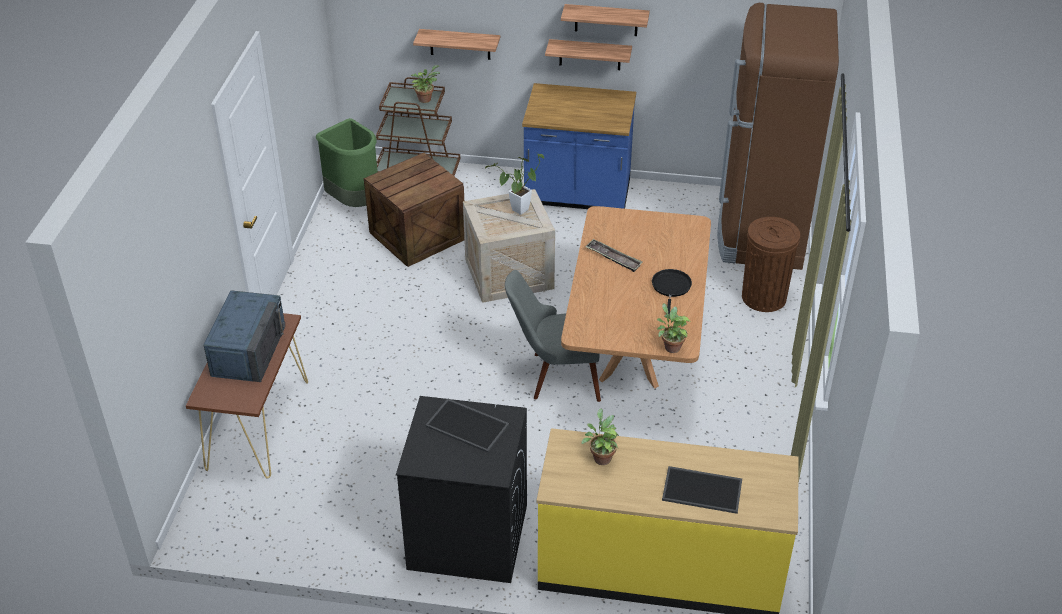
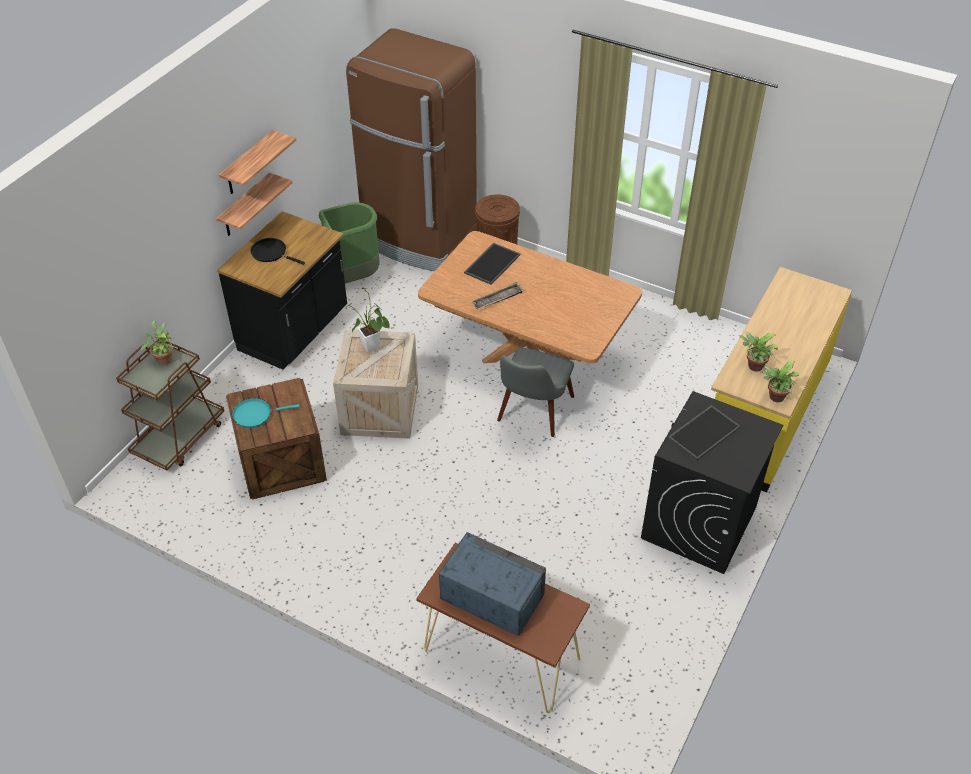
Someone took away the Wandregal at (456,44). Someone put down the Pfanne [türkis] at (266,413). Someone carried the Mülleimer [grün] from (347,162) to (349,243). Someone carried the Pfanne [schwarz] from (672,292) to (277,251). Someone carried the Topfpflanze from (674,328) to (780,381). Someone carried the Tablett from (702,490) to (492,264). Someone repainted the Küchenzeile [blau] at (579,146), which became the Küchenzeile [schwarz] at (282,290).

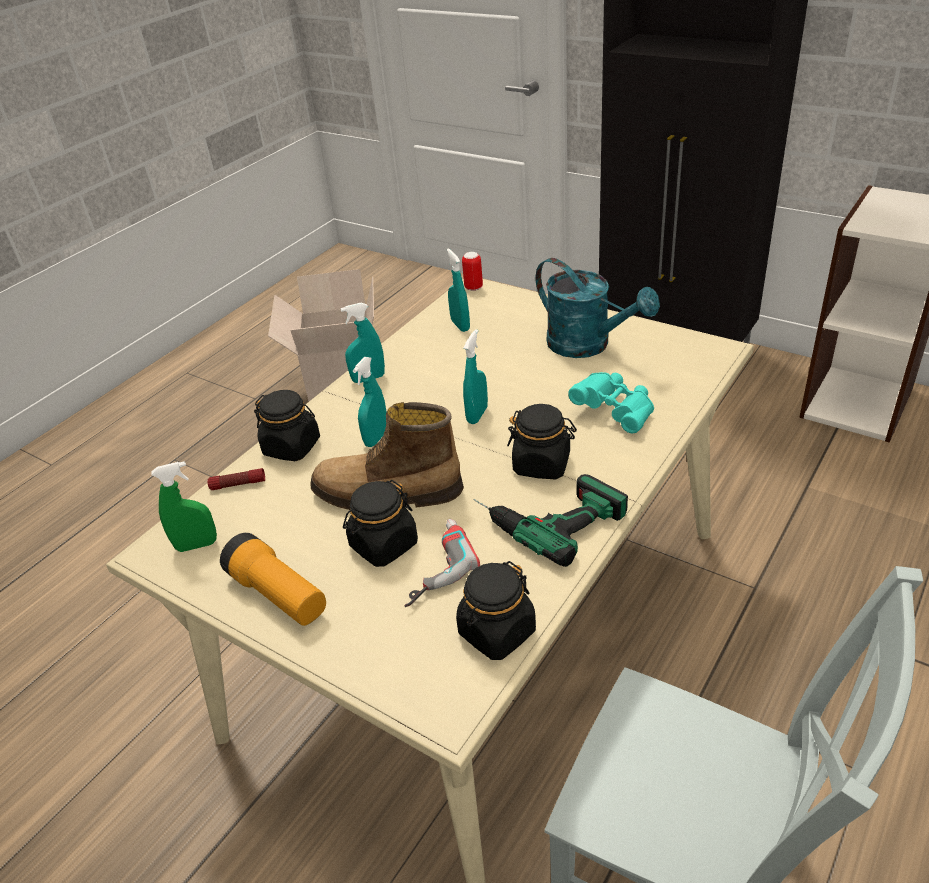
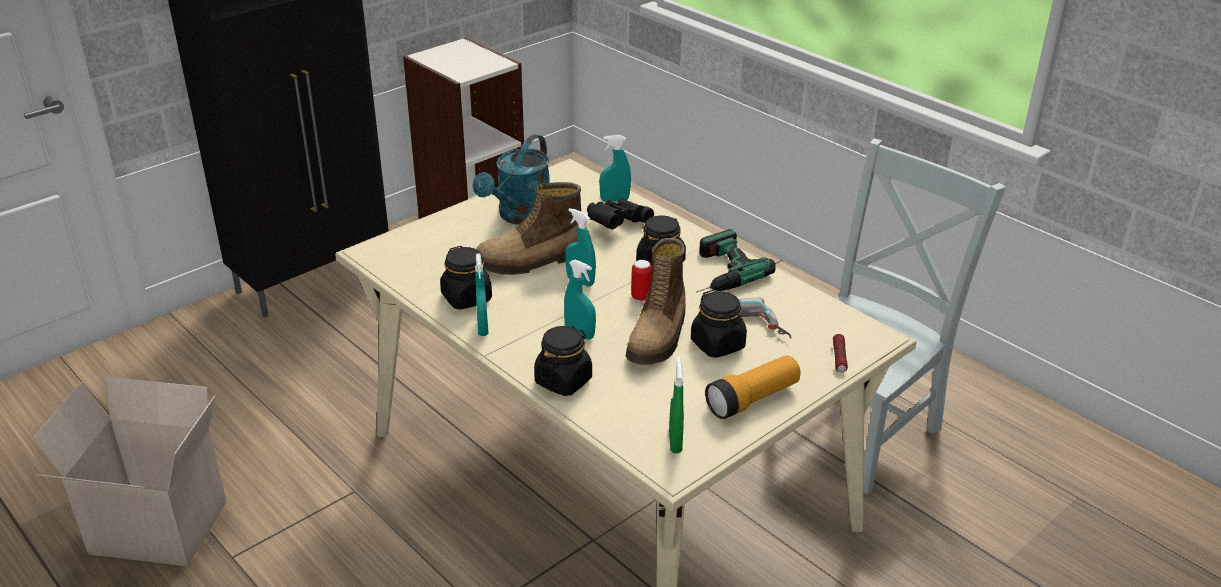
Someone put down the Stiefel at (528,228). Someone carried the Taschenlampe from (236,479) to (840,353). Someone carried the Sprühflasche [türkis] from (458,290) to (615,168). Someone carried the Vorratsglas [schwarz] from (496,610) to (466,278). Someone carried the Dose from (472,271) to (641,280). Someone repainted the Fernglas [türkis] at (611,402), which became the Fernglas [schwarz] at (620,213). Someone rotated the Gießkanne [türkis] at (598,308) by 150 degrees clockwise.

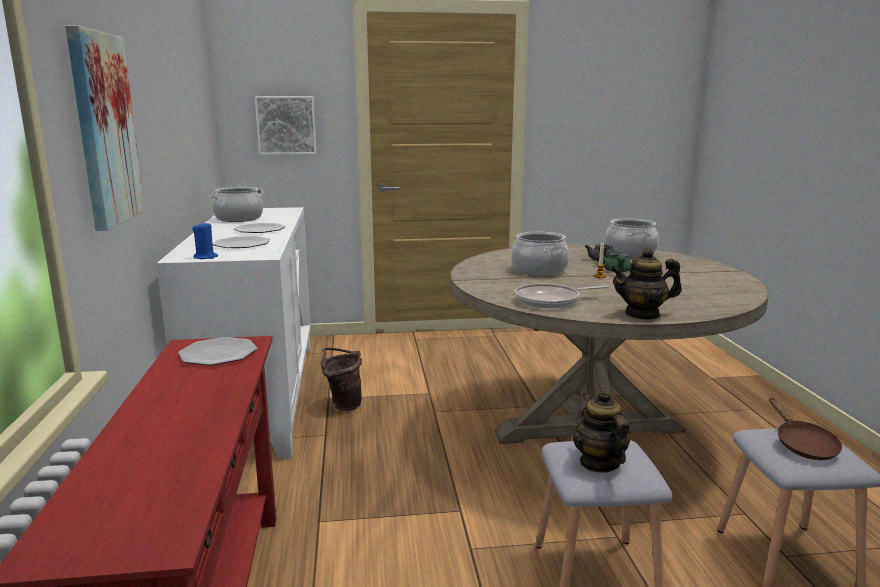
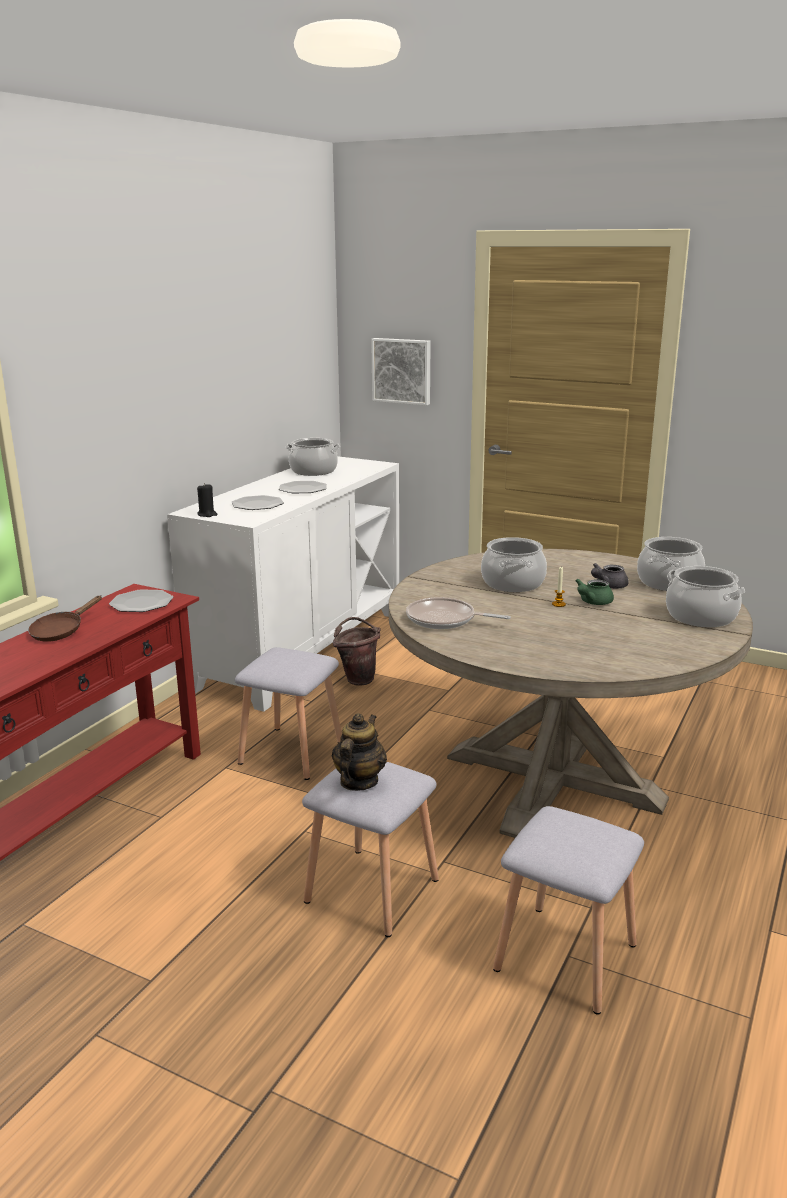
Someone took away the Bild at (105,128). Someone took away the Teekanne at (646,284). Someone put down the Hocker [grau] at (288,713). Someone put down the Kochtopf at (705,596). Someone carried the Pfanne [braun] from (805,428) to (65,619). Someone repainted the Kerze [blau] at (205,241), which became the Kerze [schwarz] at (207,500).

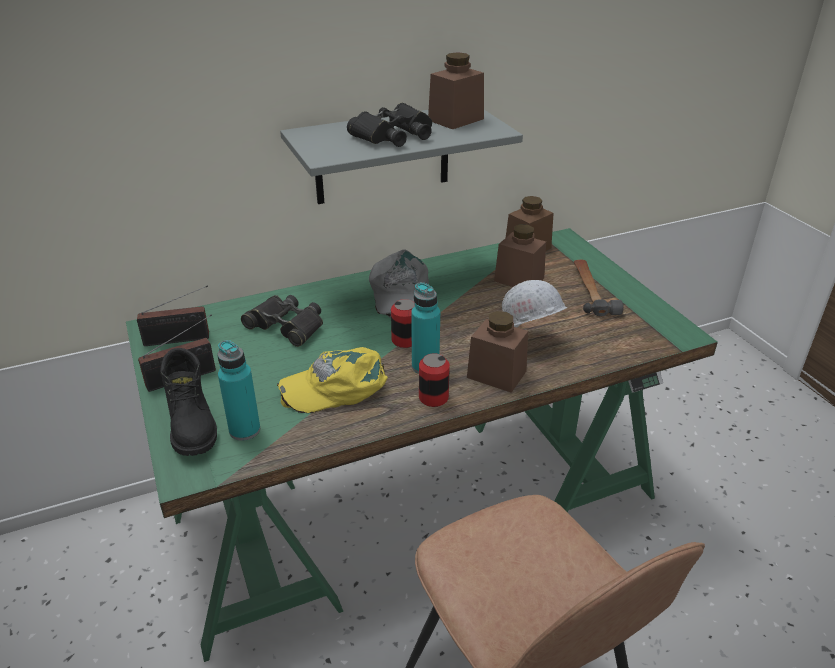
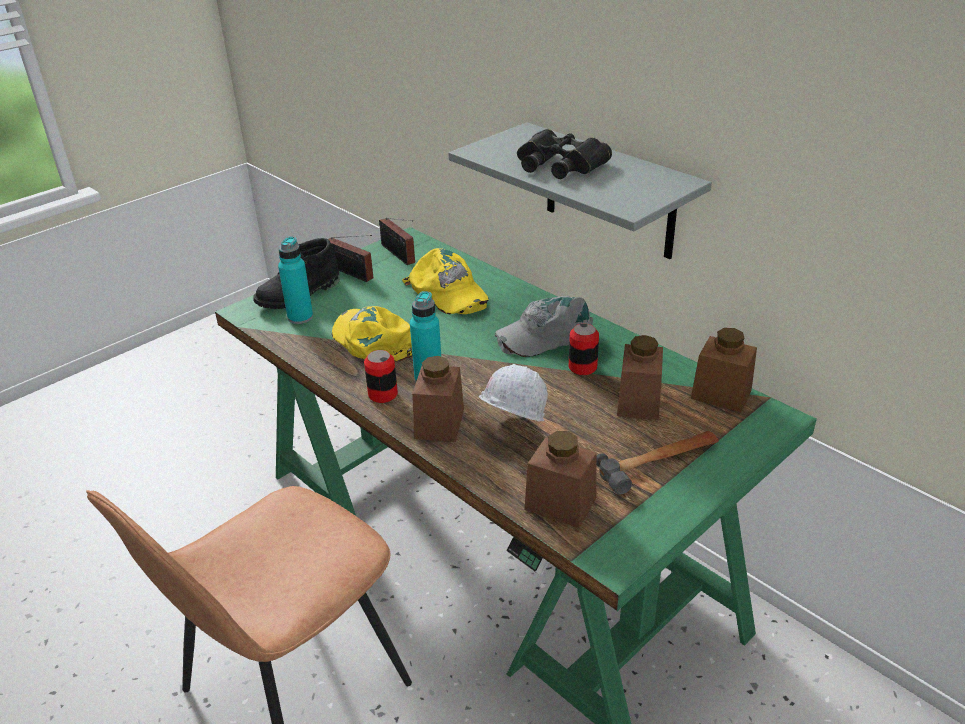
Someone carried the Dose from (403,323) to (584,349). Someone carried the Vorratsglas [braun] from (456,90) to (560,479). Someone swapped the Fernglas [schwarz] at (282,321) for the Kappe [gelb] at (445,281).

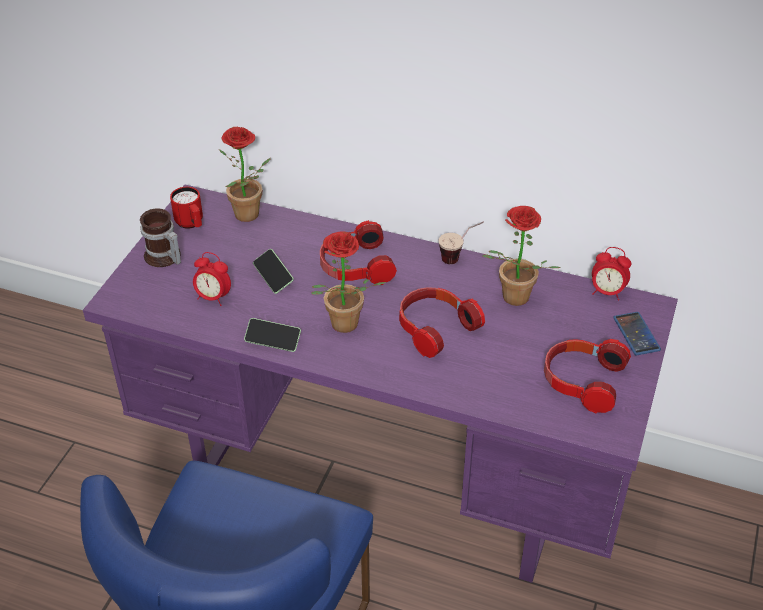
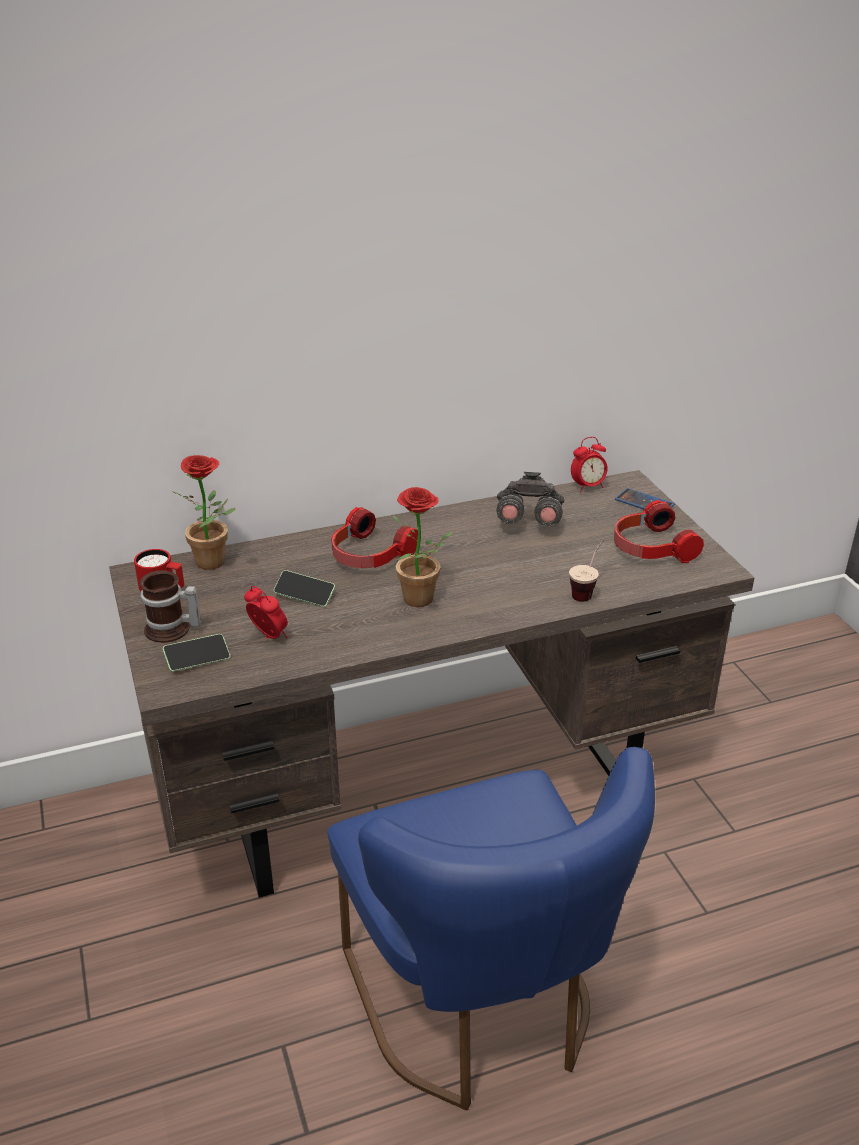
Someone took away the Kopfhörer at (442,322). Someone carried the Handy from (272,335) to (197,653). Someone carried the Tasse from (461,243) to (587,570). Someone swapped the Topfpflanze at (521,256) for the Fernglas [grau] at (530,499). Someone repainted the Schreibtisch [lila] at (380,384), which became the Schreibtisch [braun] at (432,683). Someone rotated the Wecker at (212,279) by 120 degrees counterclockwise.

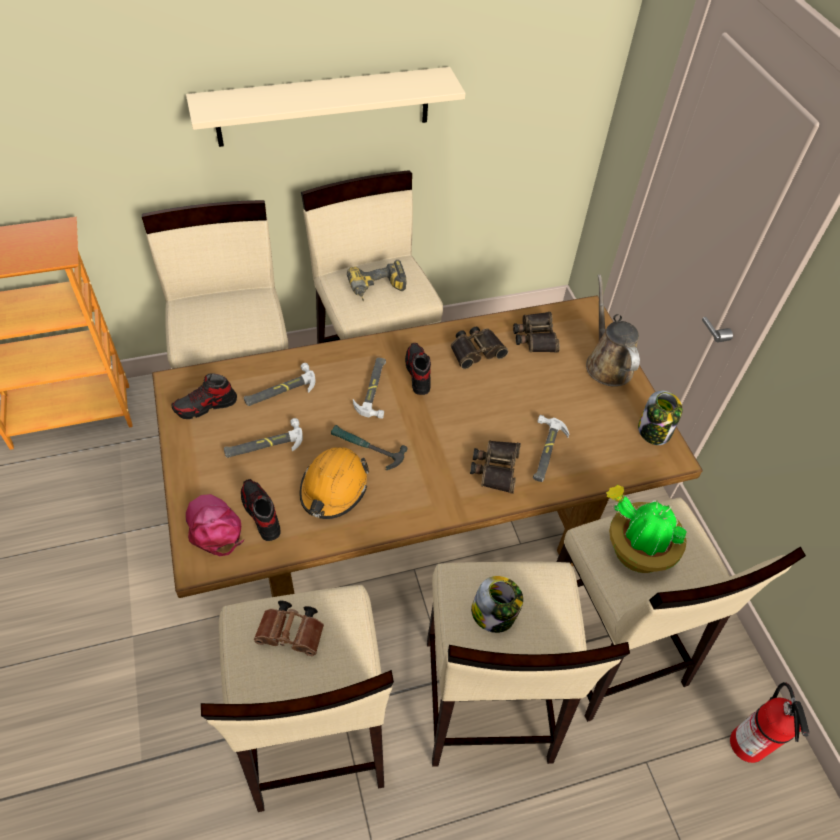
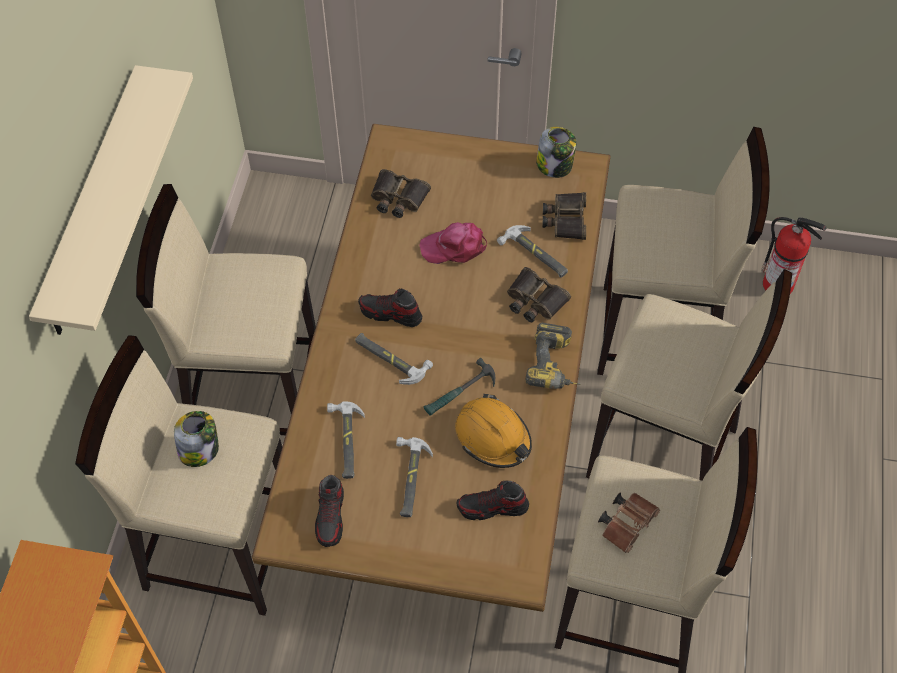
Someone took away the Gießkanne [braun] at (613,330). Someone took away the Topfpflanze at (648,529). Someone carried the Kappe [rosa] from (215,525) to (453,243). Someone carried the Bohrmaschine from (377,280) to (553,356). Someone carried the Fernglas from (479,348) to (564,216). Someone carried the Vorratsglas from (497,604) to (196,439).

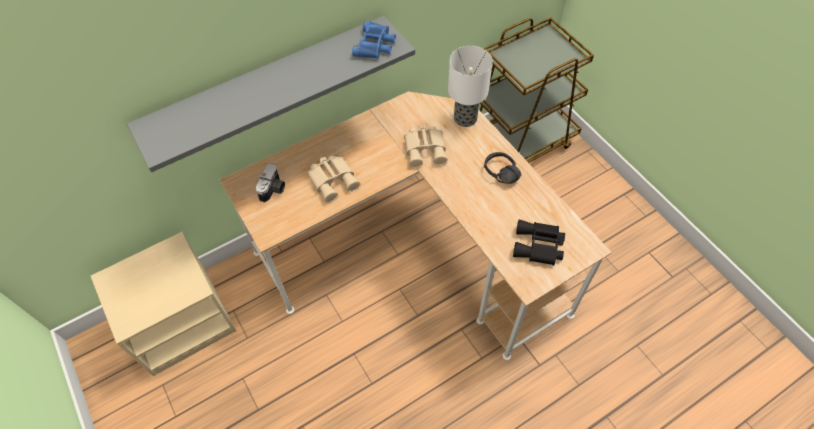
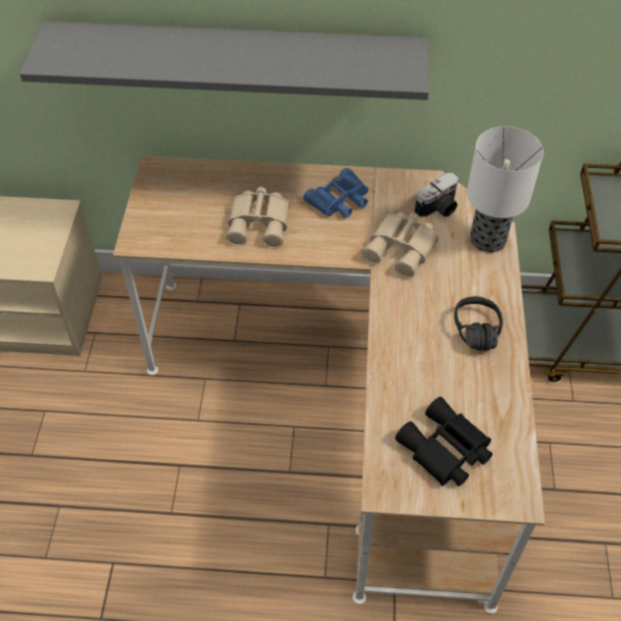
Someone carried the Kamera from (270,182) to (436,195). Someone carried the Fernglas [blau] from (374,39) to (336,193).

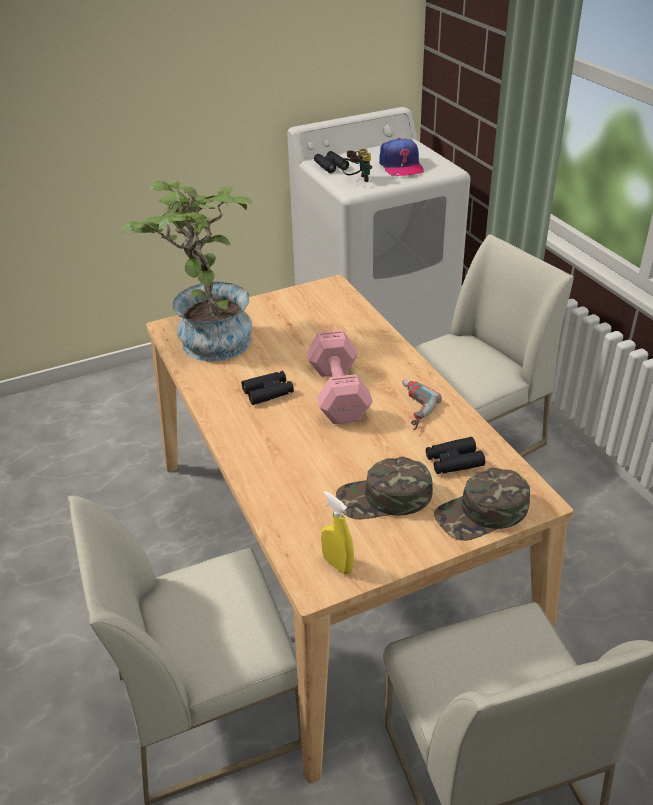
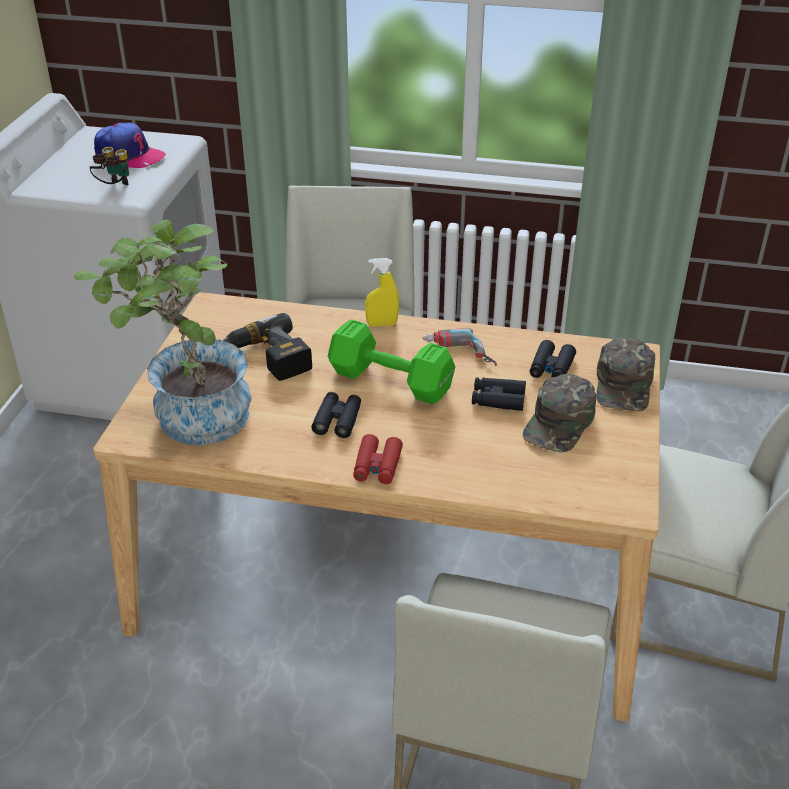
Someone put down the Bohrmaschine at (267,347). Someone put down the Fernglas [rot] at (378,459). Someone carried the Fernglas [schwarz] from (331,162) to (499,394). Someone carried the Sprühflasche [gelb] from (337,532) to (382,292). Someone repainted the Hantel [rosa] at (339,377), which became the Hantel [grün] at (391,361).

